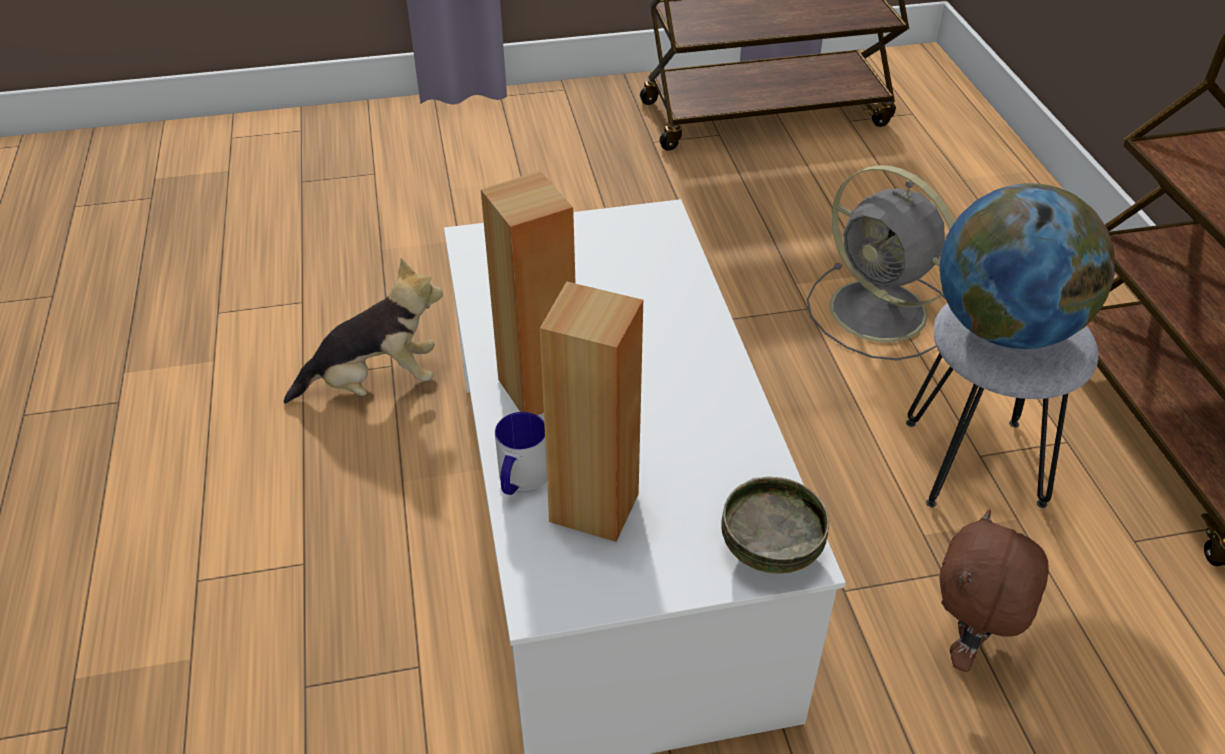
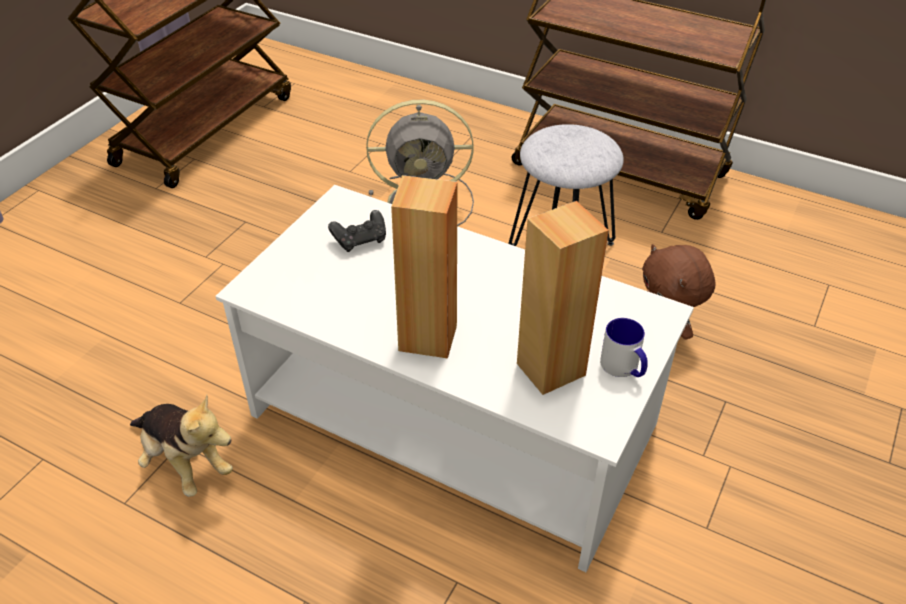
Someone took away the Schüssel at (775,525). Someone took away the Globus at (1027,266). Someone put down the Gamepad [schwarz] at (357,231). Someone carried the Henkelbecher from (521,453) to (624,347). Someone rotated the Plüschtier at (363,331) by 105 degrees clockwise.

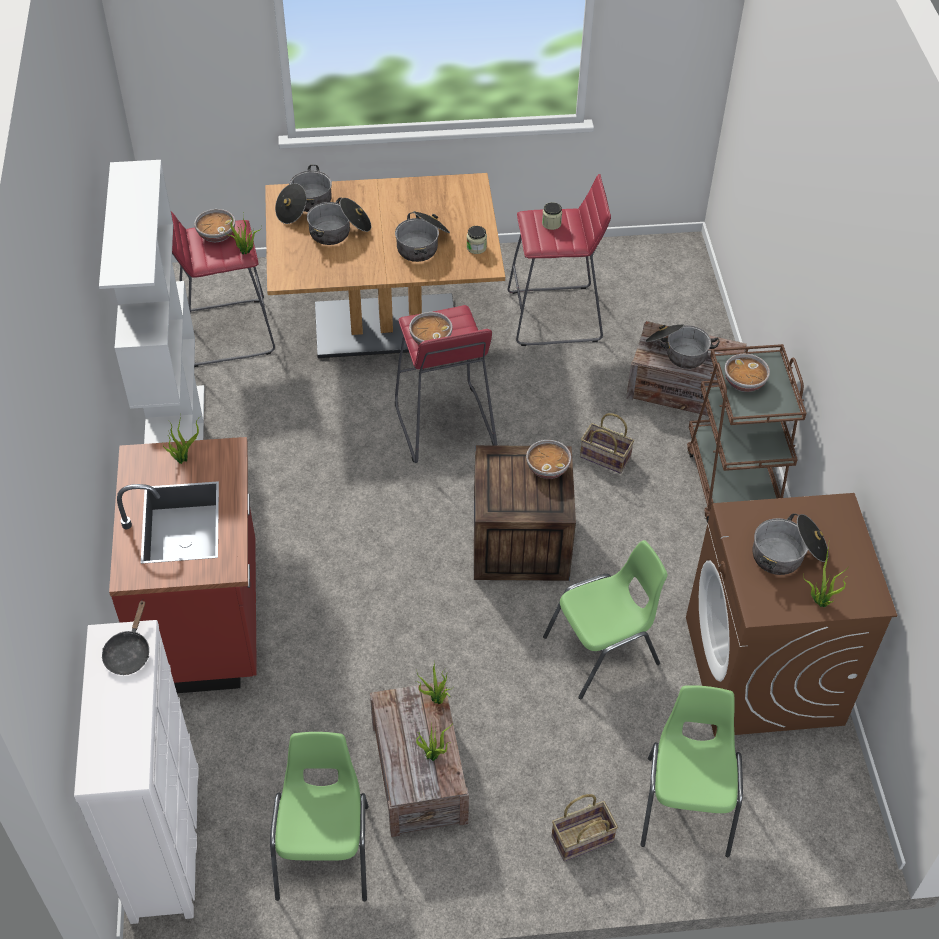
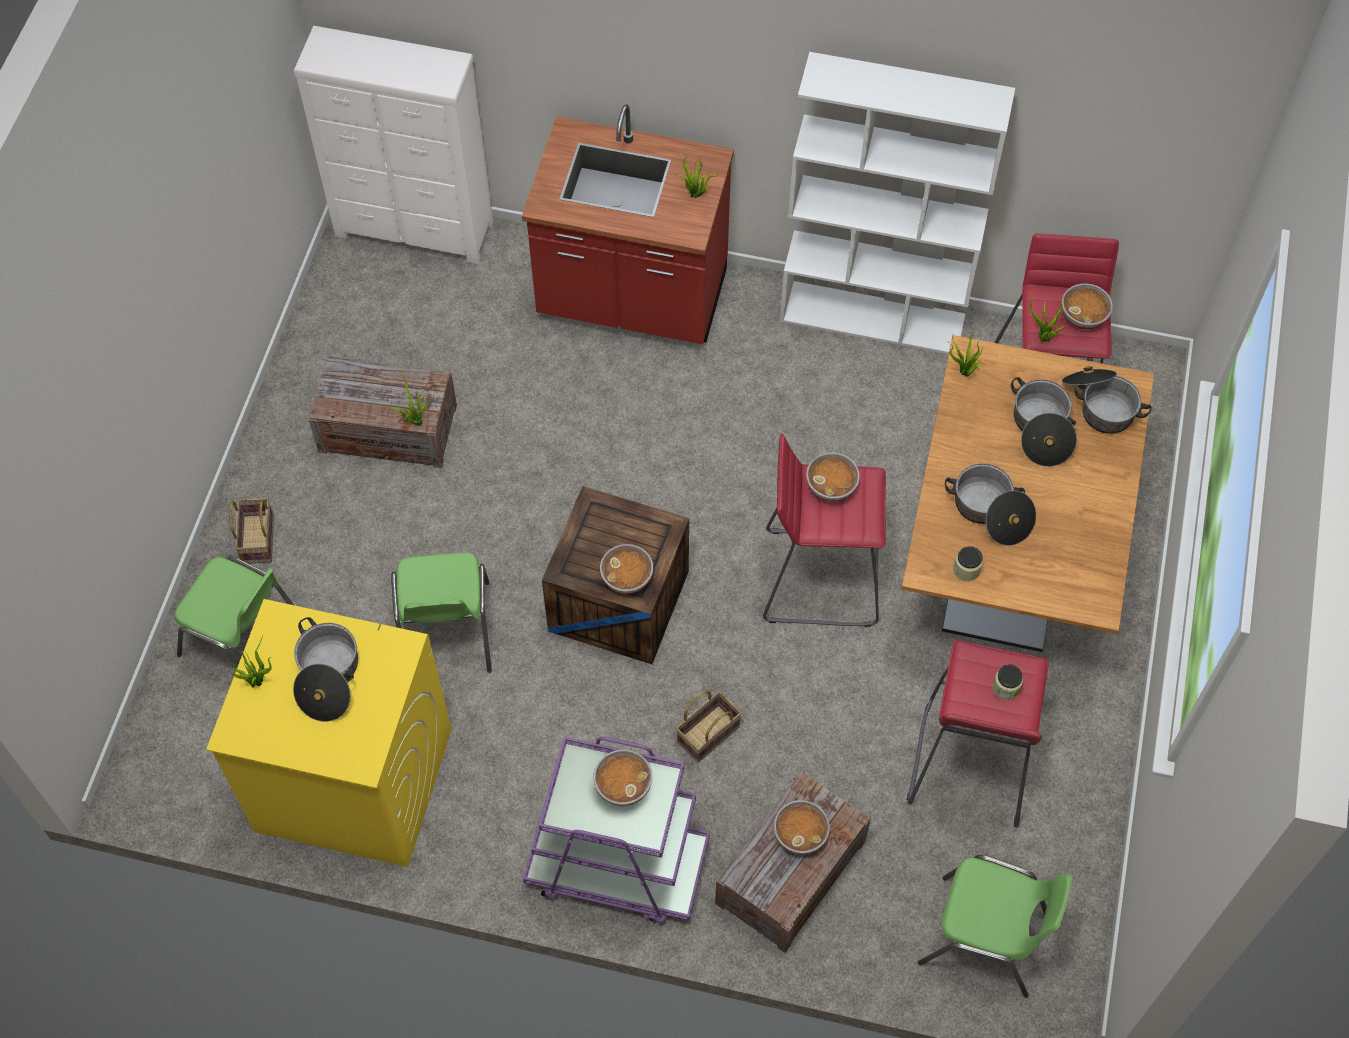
Someone took away the Pfanne [schwarz] at (125,638). Someone carried the Stuhl [grün] from (319,816) to (995,926). Someone carried the Topfpflanze from (435,741) to (967,355). Someone swapped the Kochtopf at (683,346) for the Schüssel at (802,827). Someone repainted the Waschmaschine [braun] at (792,615), which became the Waschmaschine [gelb] at (328,733). Someone repainted the Rollwagen [braun] at (747,433), which became the Rollwagen [lila] at (616,830).

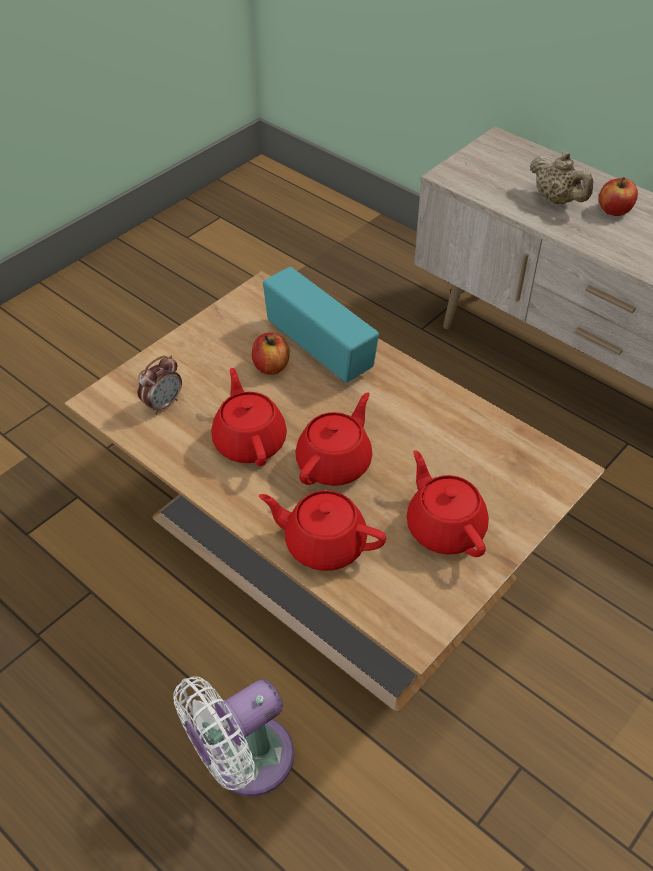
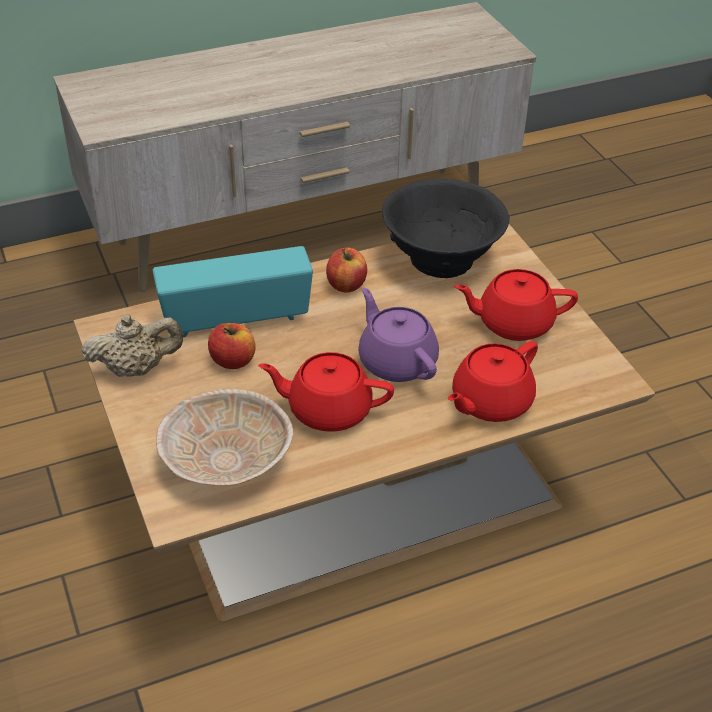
Someone took away the Ventilator [weiß] at (233,736). Someone put down the Schüssel [schwarz] at (446,228). Someone carried the Teekanne [beige] from (562,177) to (132,345). Someone carried the Apfel from (618,196) to (346,270). Someone swapped the Wecker at (159,385) for the Schüssel [beige] at (224,437). Someone repainted the Teekanne [rot] at (333,439), which became the Teekanne [lila] at (398,334).

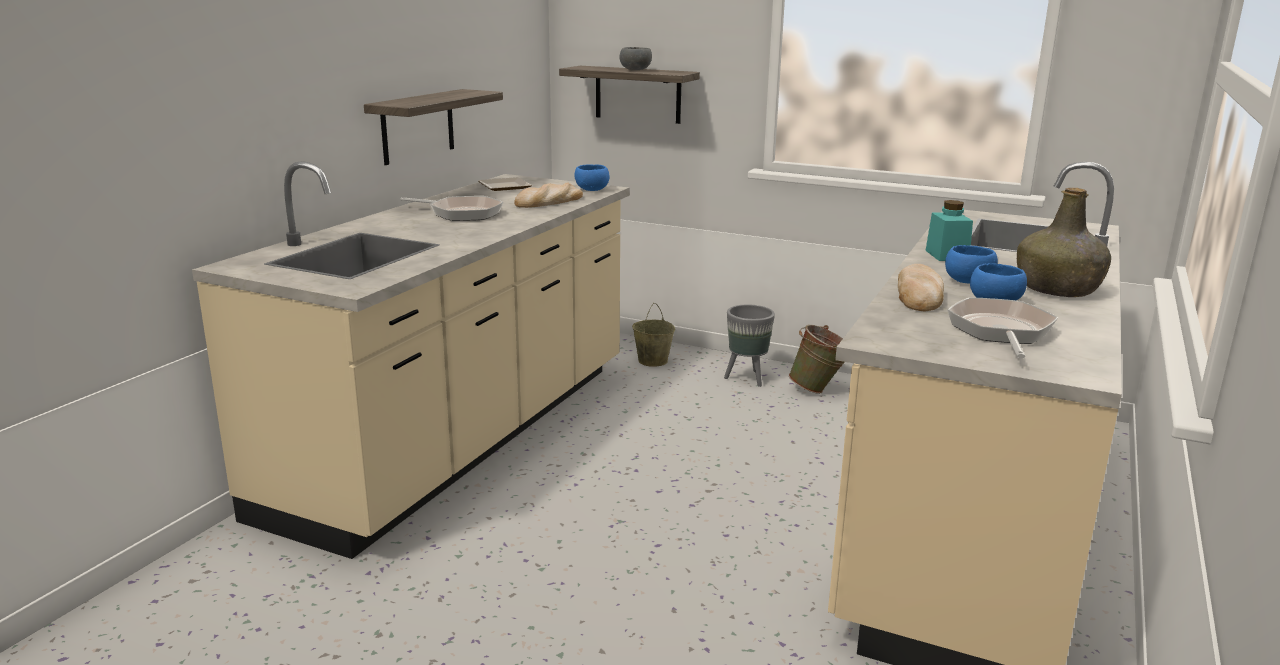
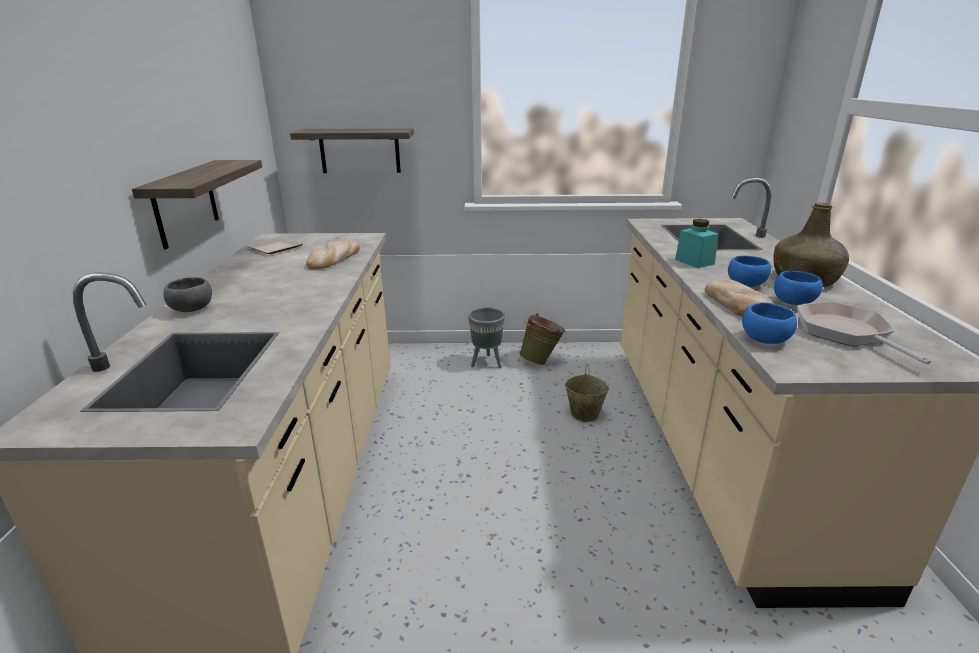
Someone took away the Pfanne at (452,208). Someone carried the Schüssel [blau] from (592,177) to (769,323). Someone carried the Schüssel [grau] from (635,58) to (187,294). Someone carried the Eimer [beige] from (653,335) to (587,393).

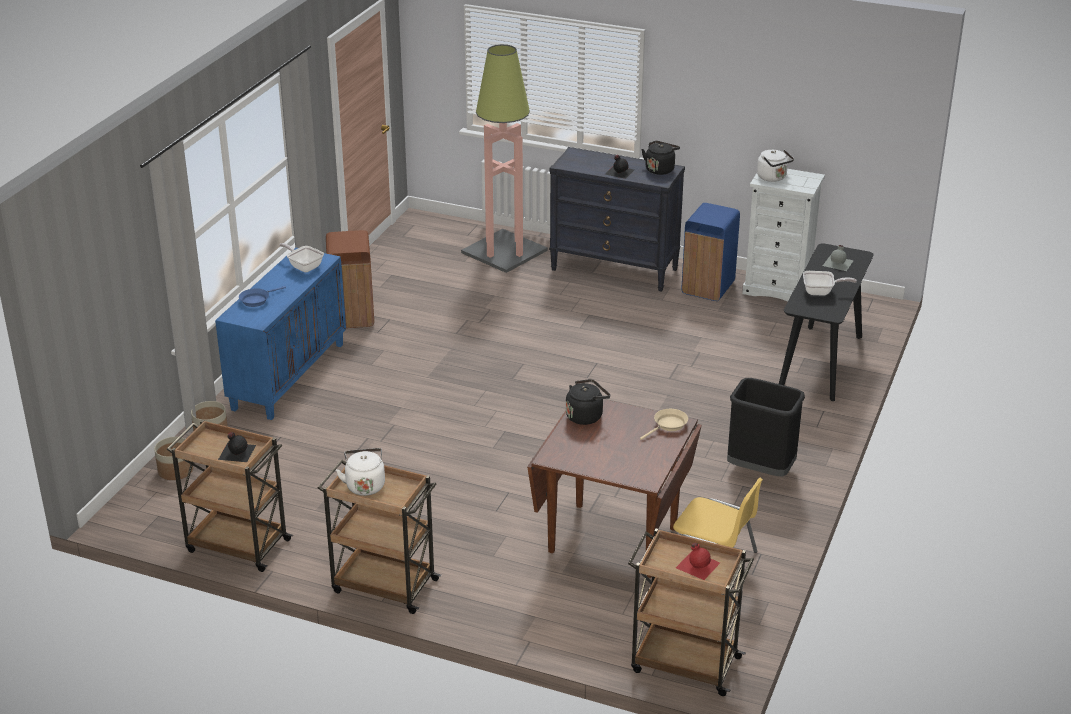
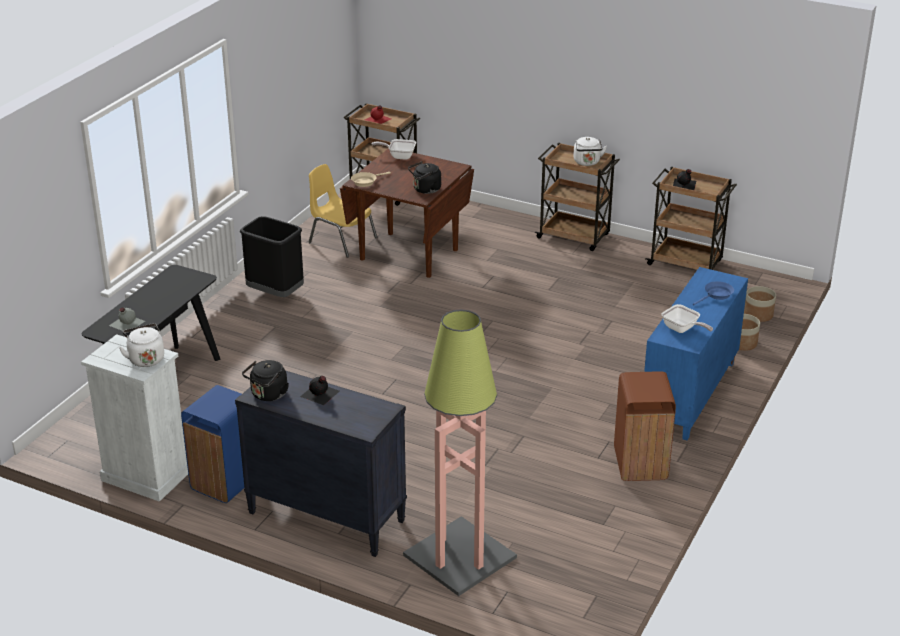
Someone carried the Pfanne from (830,283) to (394,149).

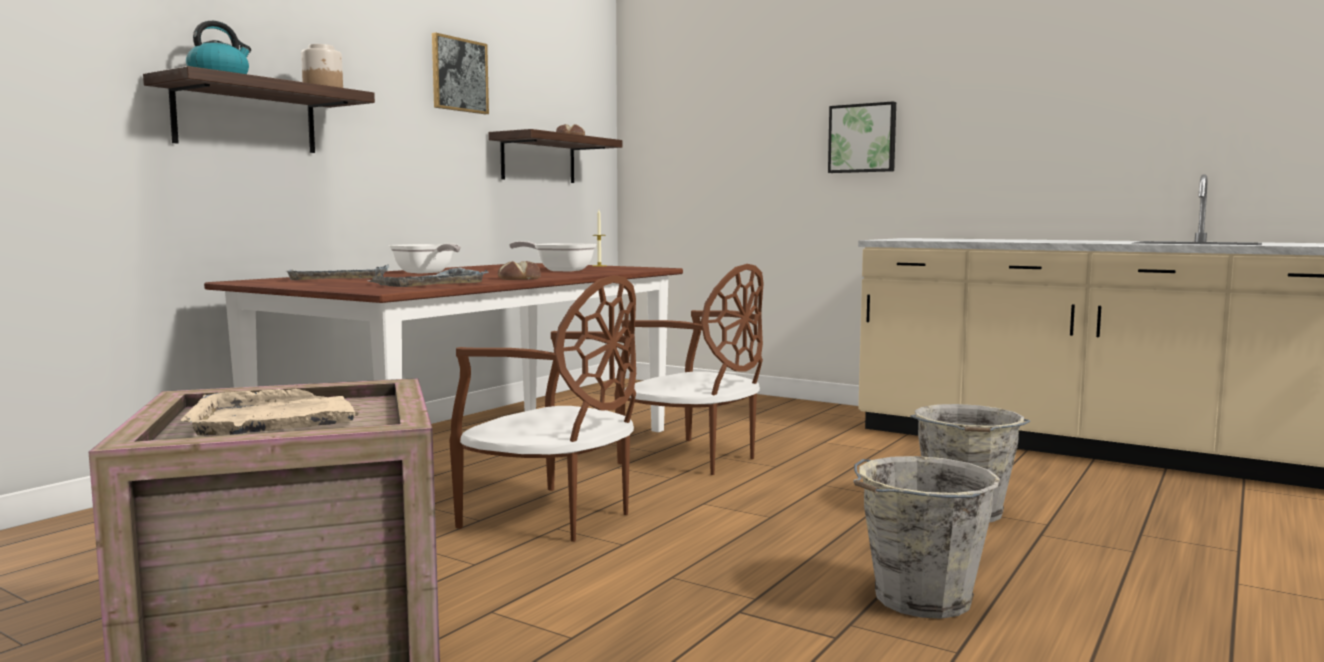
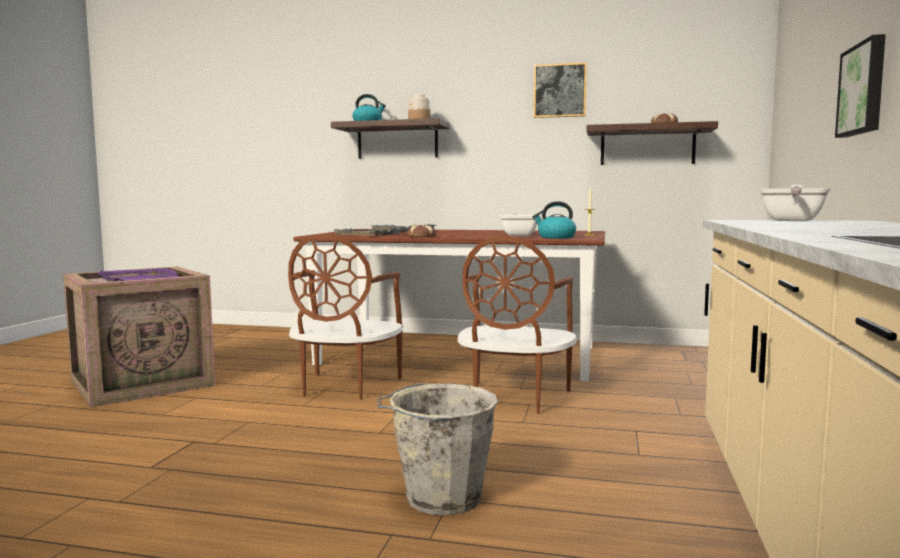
Someone took away the Eimer [grau] at (927,537). Someone put down the Wasserkessel at (554,220). Someone carried the Pfanne from (425,258) to (795,203). Someone repainted the Tablett [beige] at (270,412), which became the Tablett [lila] at (138,274).

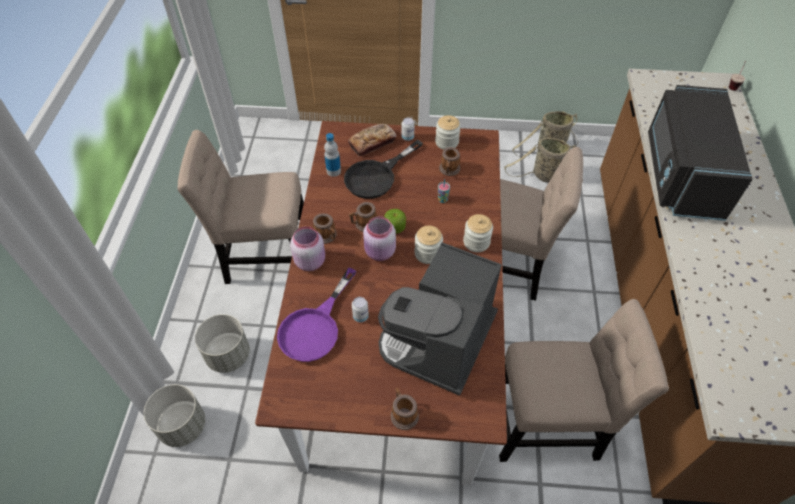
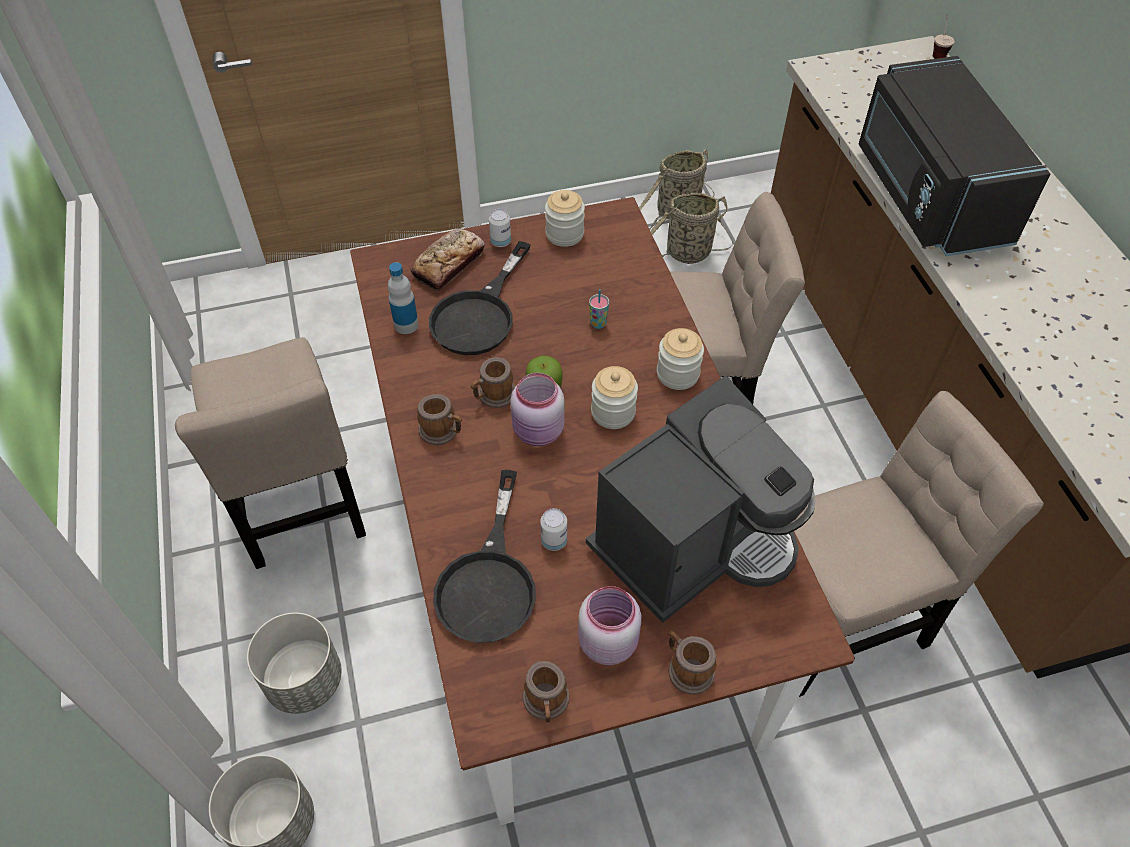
Someone carried the Vorratsglas [rosa] from (307,248) to (609,625). Someone carried the Henkelbecher from (449,161) to (546,692). Someone repainted the Pfanne [lila] at (316,315), which became the Pfanne [schwarz] at (484,556). Someone rotated the Stuhl [beige] at (240,207) by 90 degrees counterclockwise. Someone rotated the Kaffeemaschine at (440,319) by 135 degrees counterclockwise.

